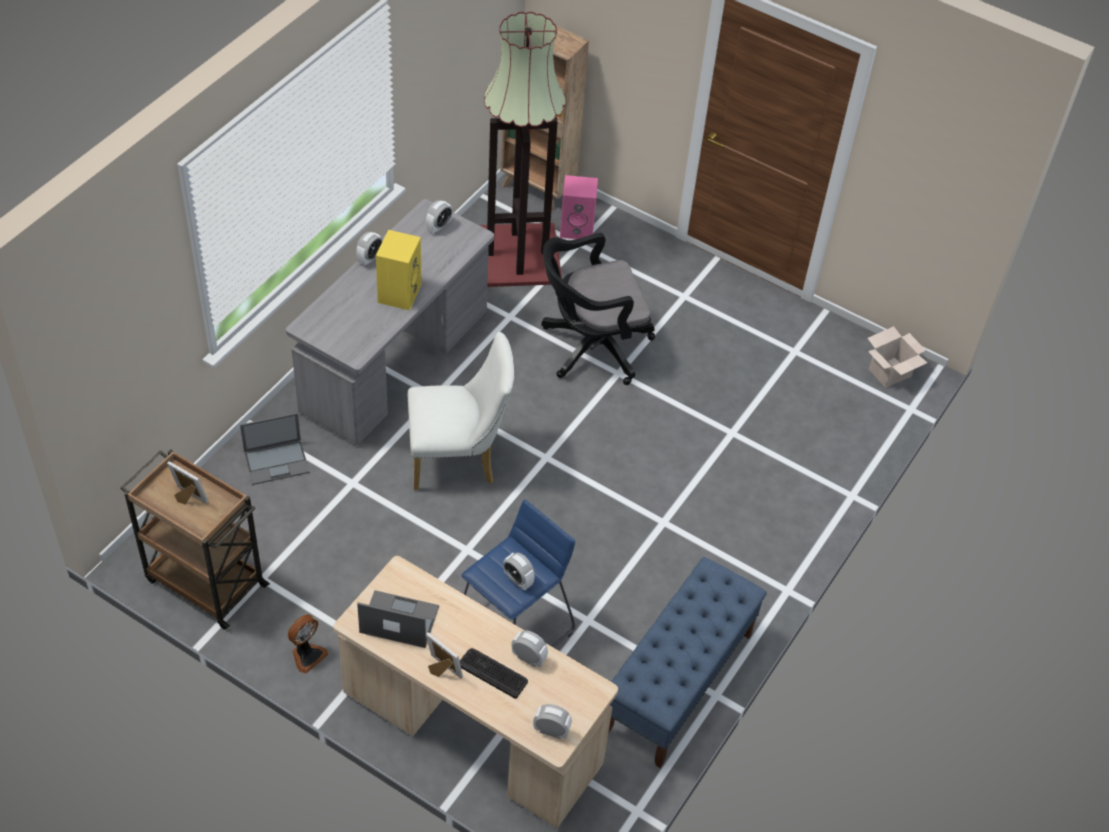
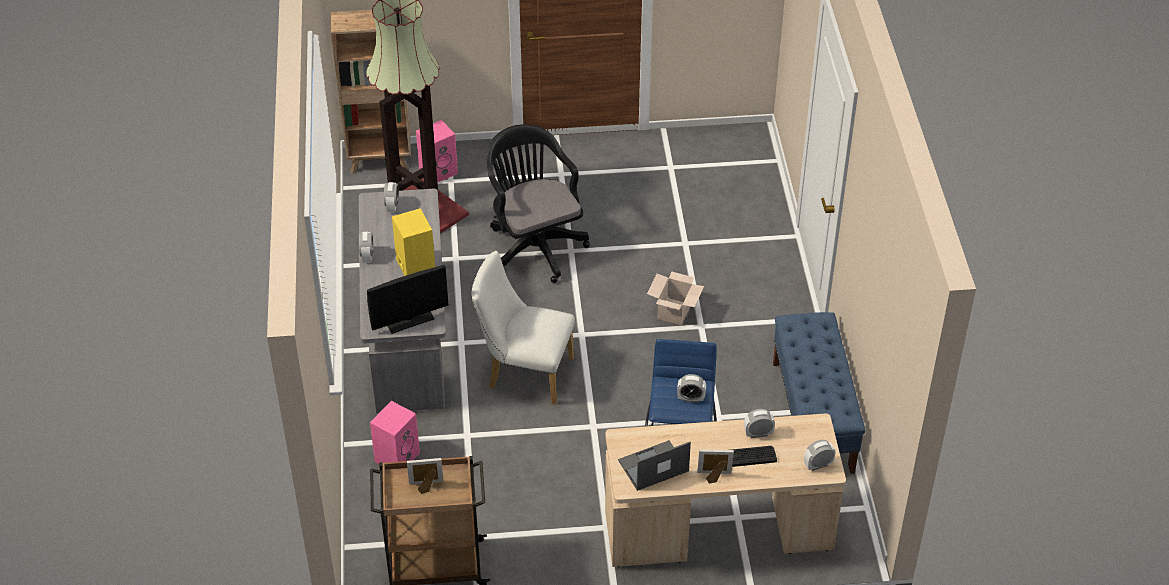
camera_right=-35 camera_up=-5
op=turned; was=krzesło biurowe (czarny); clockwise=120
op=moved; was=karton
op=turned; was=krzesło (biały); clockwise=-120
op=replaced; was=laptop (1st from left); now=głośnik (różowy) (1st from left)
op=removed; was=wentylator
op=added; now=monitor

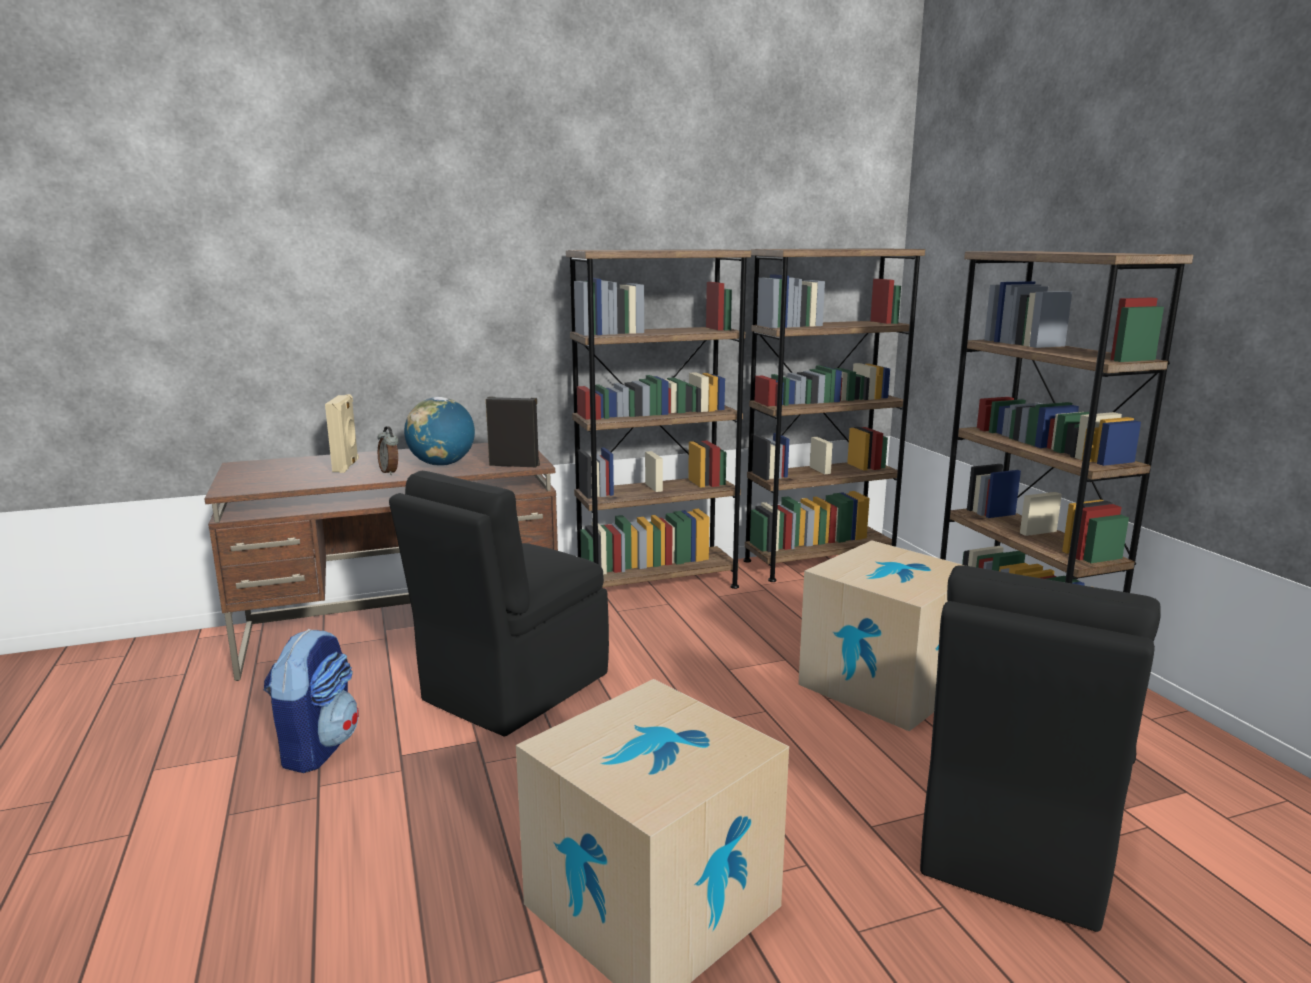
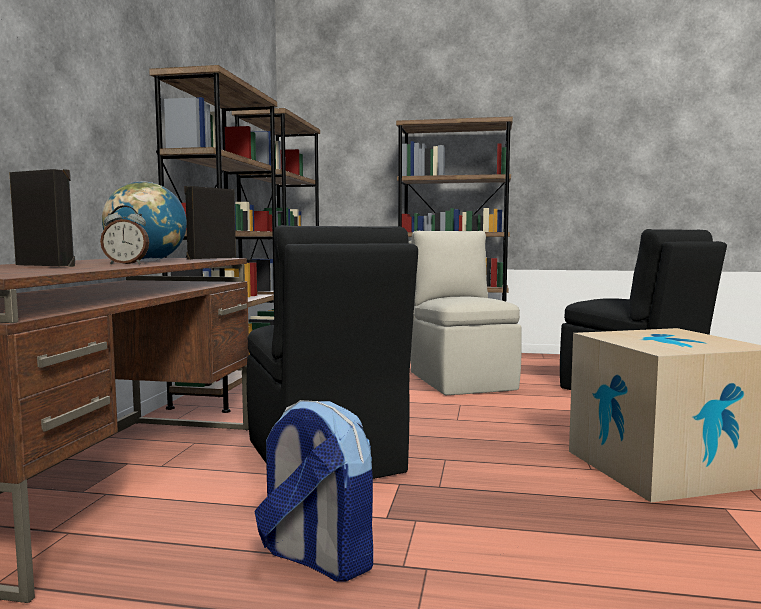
camera_right=-60 camera_up=-10
op=recoloured; was=głośnik (beżowy); now=głośnik (czarny) (1st from left)
op=replaced; was=karton (2nd from left); now=krzesło (beżowy)

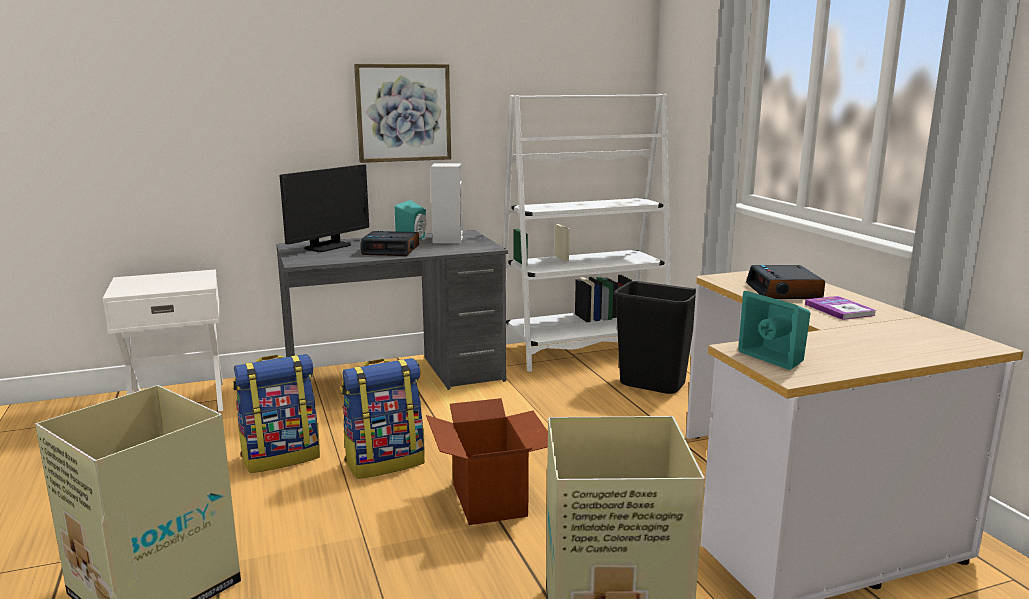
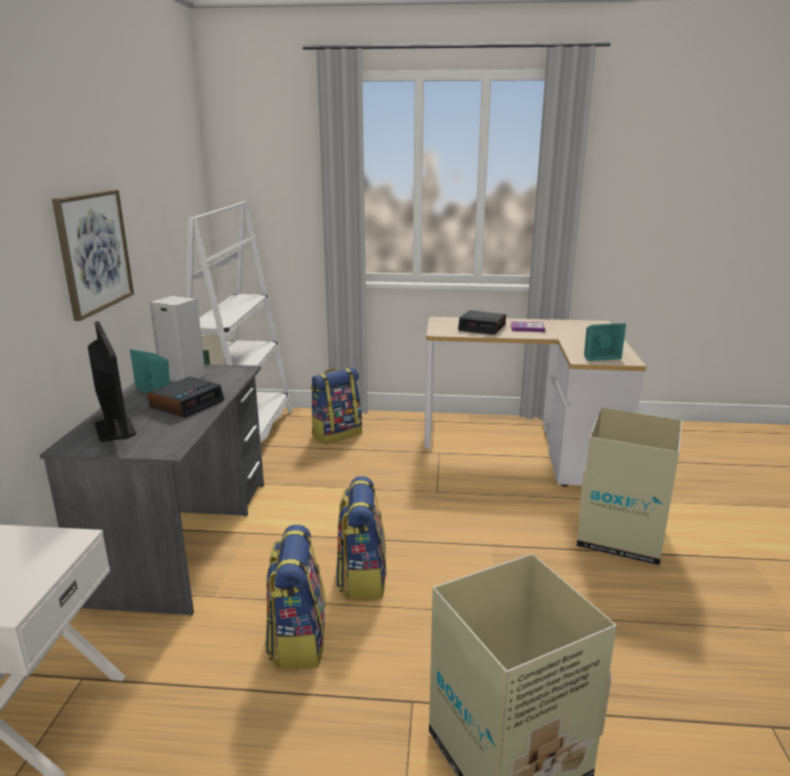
camera_right=-65 camera_up=5
op=replaced; was=kosz na śmieci (czarny); now=plecak (2nd from left)
op=removed; was=karton (2nd from left)

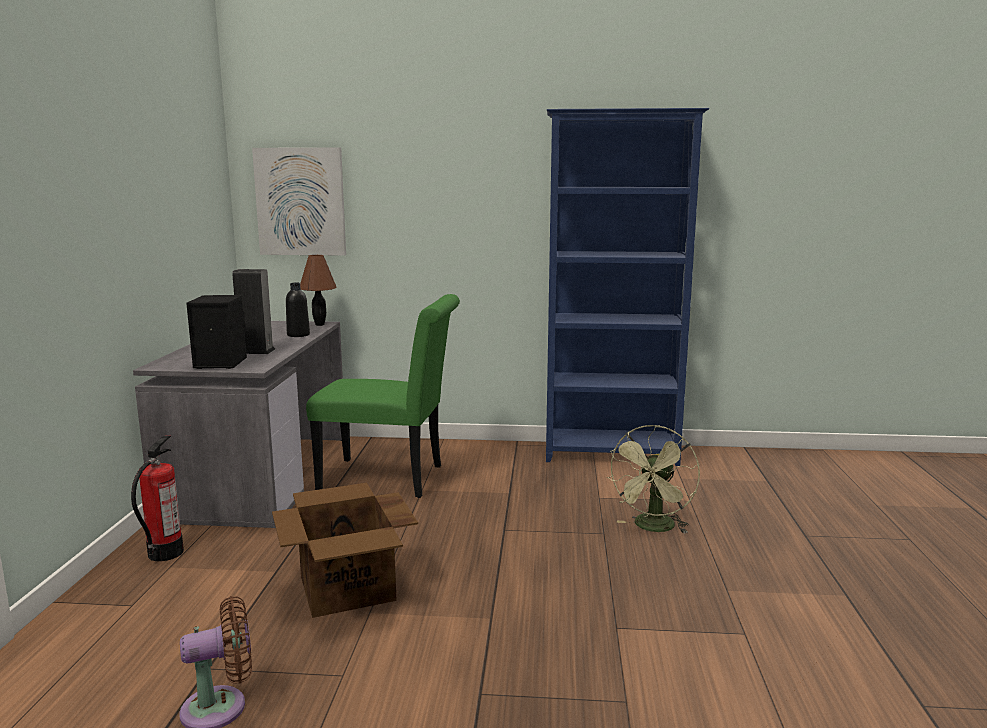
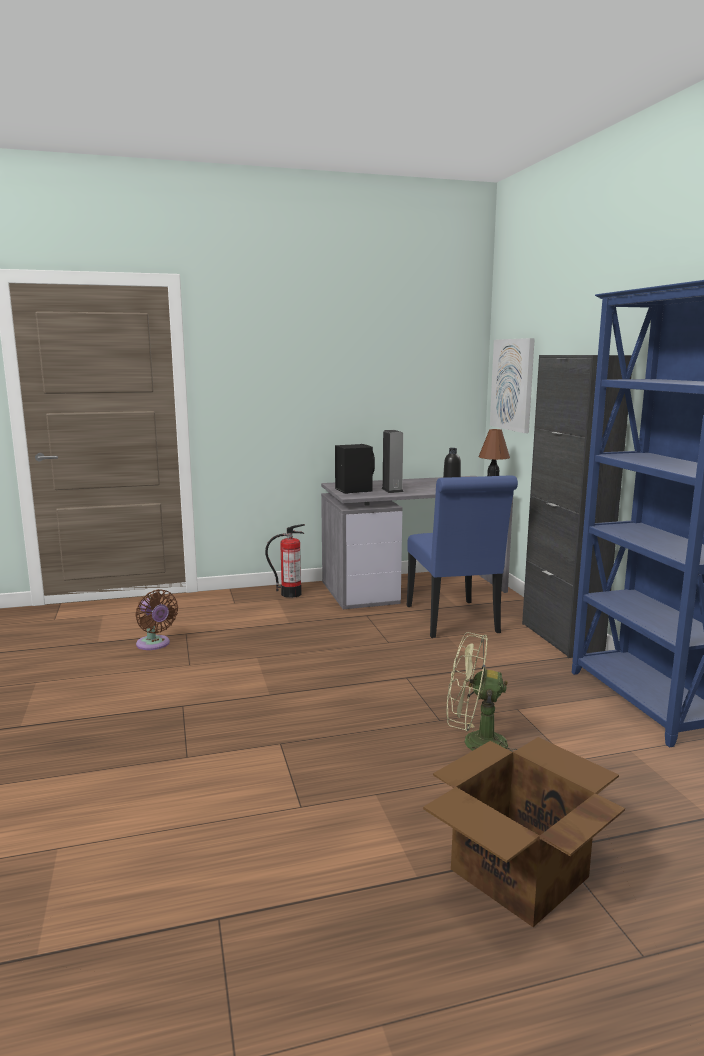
camera_right=70 camera_up=0
op=recoloured; was=krzesło (zielony); now=krzesło (niebieski)
op=moved; was=karton
op=added; now=szafka (czarny)

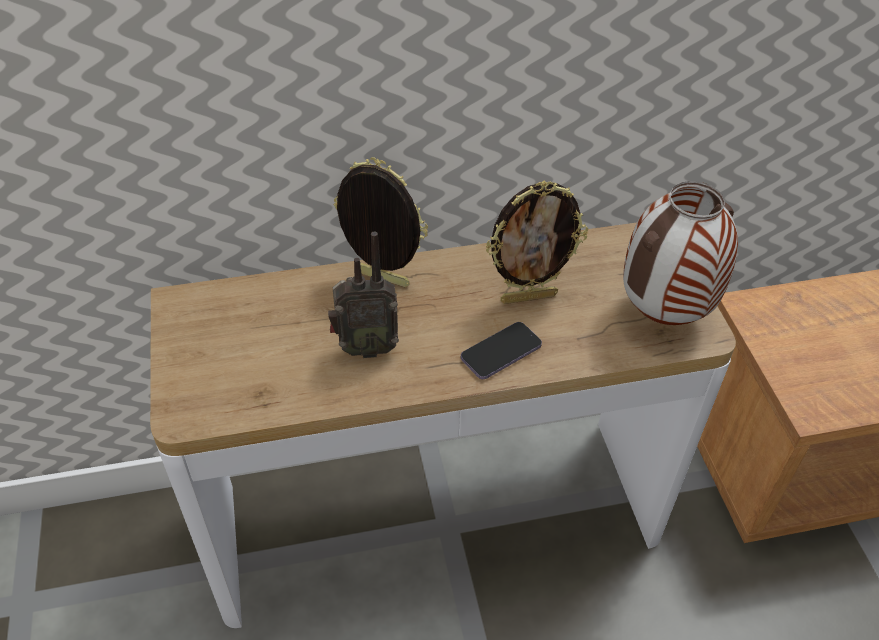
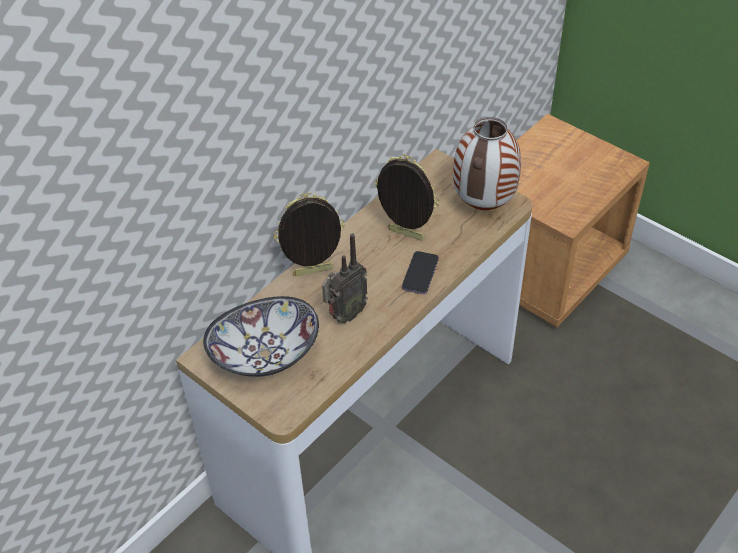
camera_right=-35 camera_up=0
op=turned; was=ramka na zdjęcie (2nd from left); clockwise=-105
op=added; now=miska

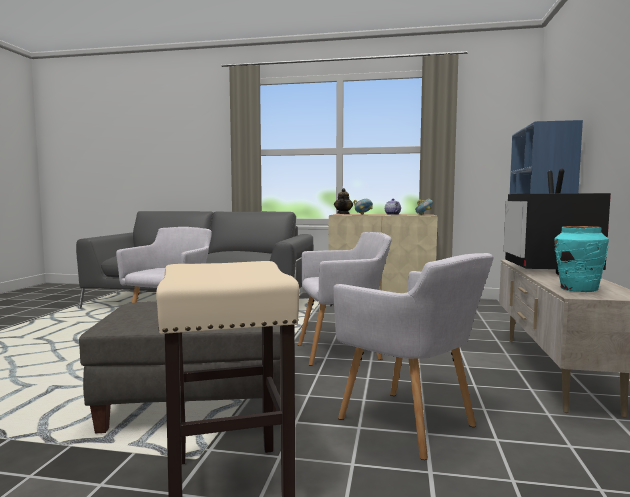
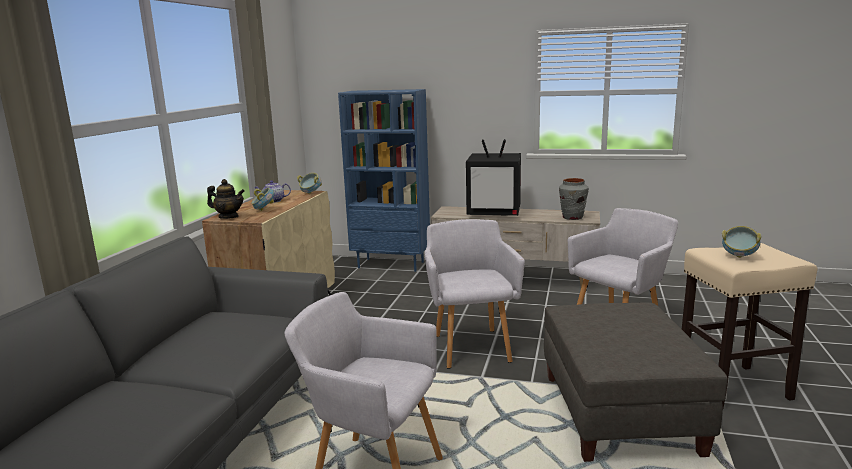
camera_right=-85 camera_up=10
op=recoloured; was=wazon (turkusowy); now=wazon (szary)
op=added; now=miska (3rd from left)

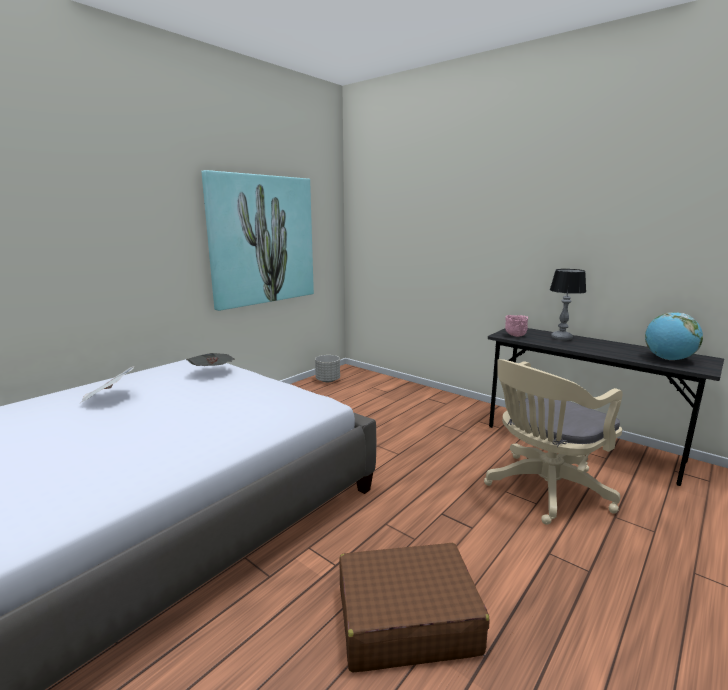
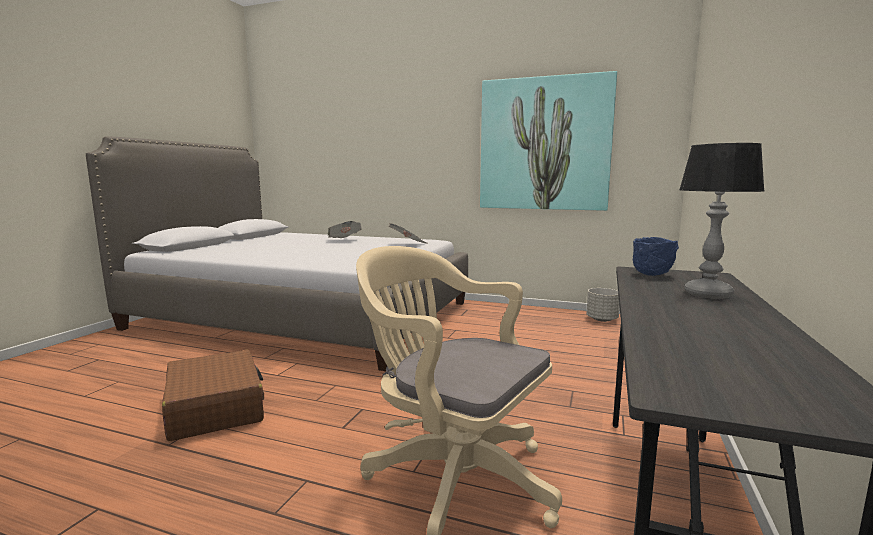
camera_right=70 camera_up=-5
op=removed; was=globus
op=recoloured; was=miska (różowy); now=miska (niebieski)

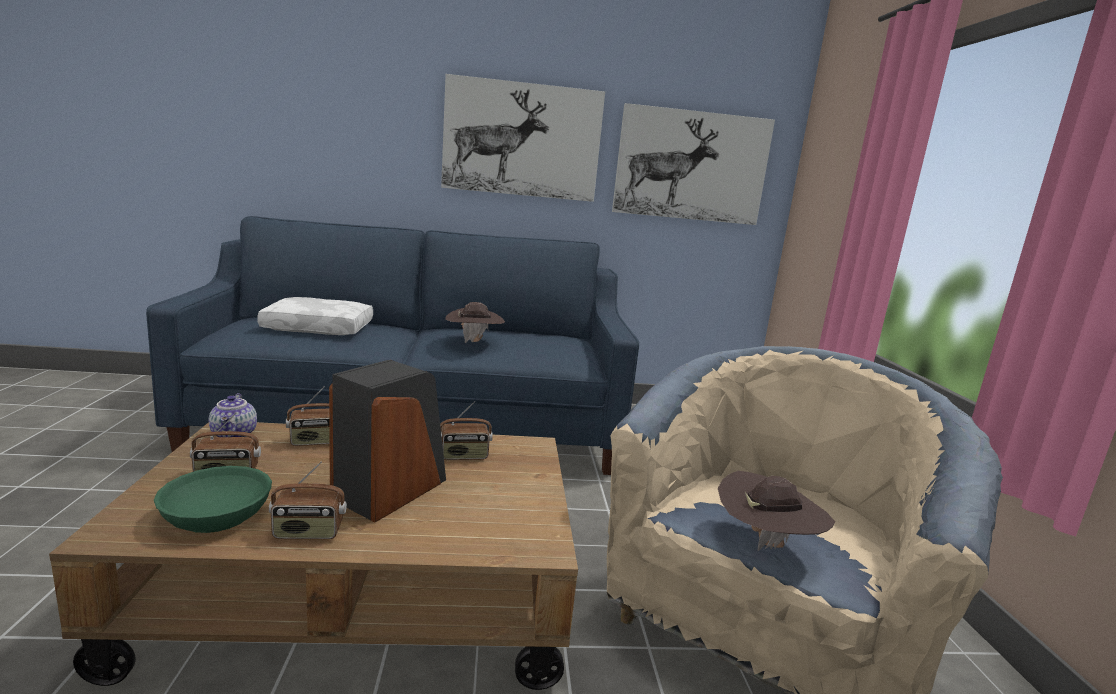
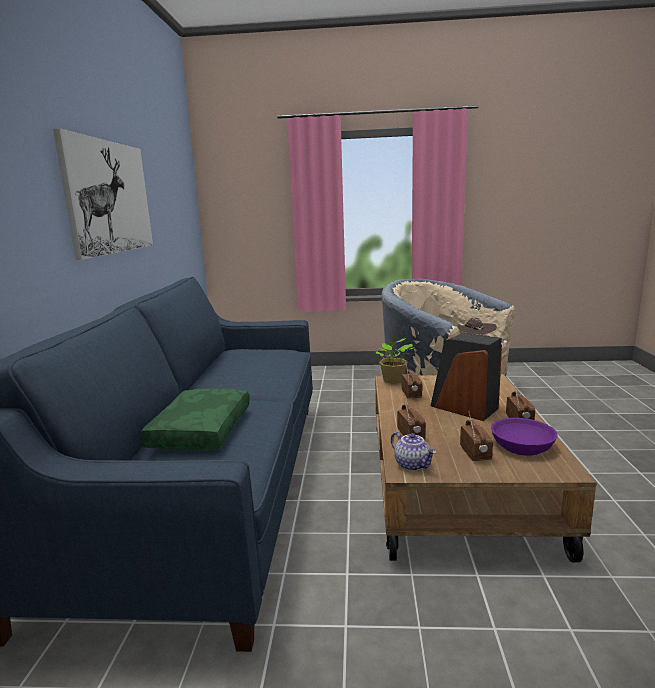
camera_right=-80 camera_up=0
op=removed; was=obraz (2nd from left)
op=recoloured; was=poduszka (biały); now=poduszka (zielony)
op=removed; was=kapelusz (brązowy) (1st from left)
op=turned; was=imbryk; clockwise=60
op=recoloured; was=miska (zielony); now=miska (fioletowy)
op=added; now=roślina doniczkowa

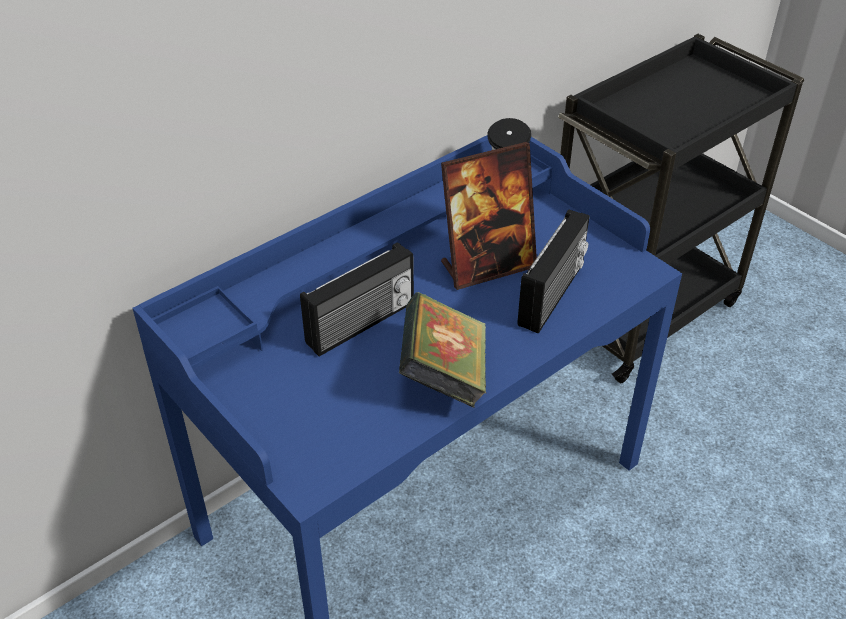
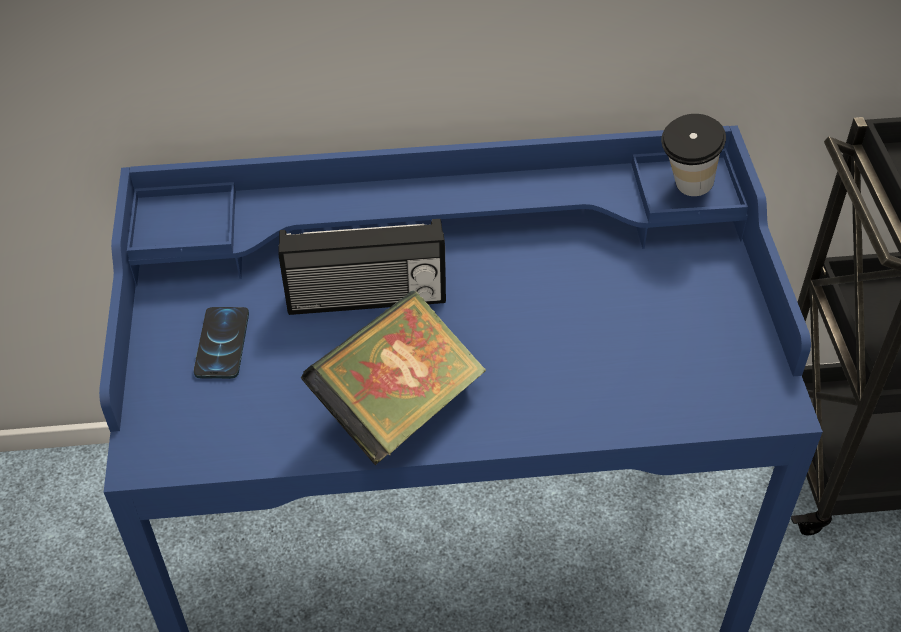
camera_right=35 camera_up=5
op=removed; was=ramka na zdjęcie
op=removed; was=radio (2nd from left)
op=added; now=telefon

